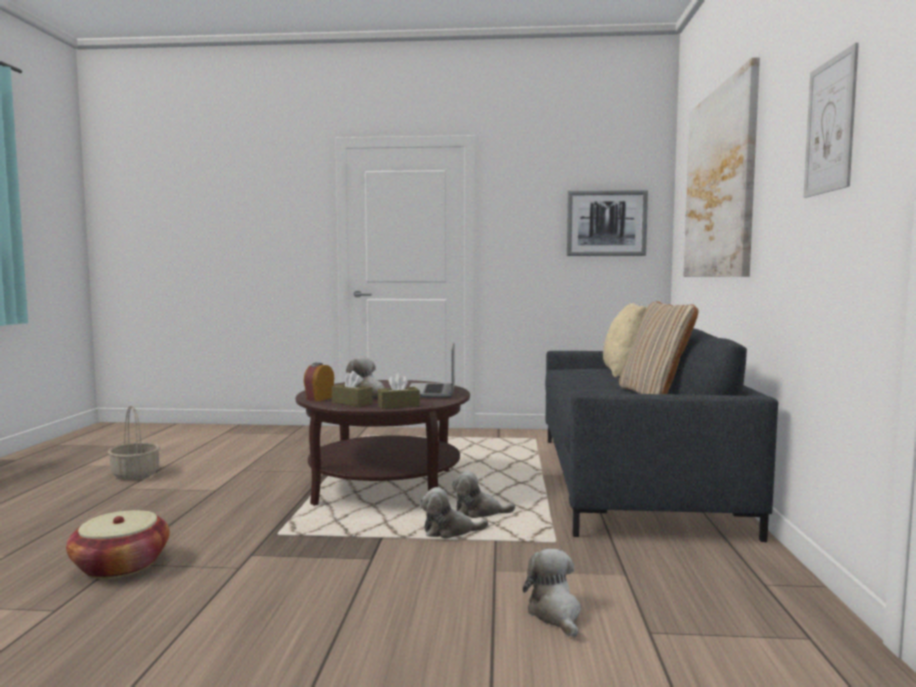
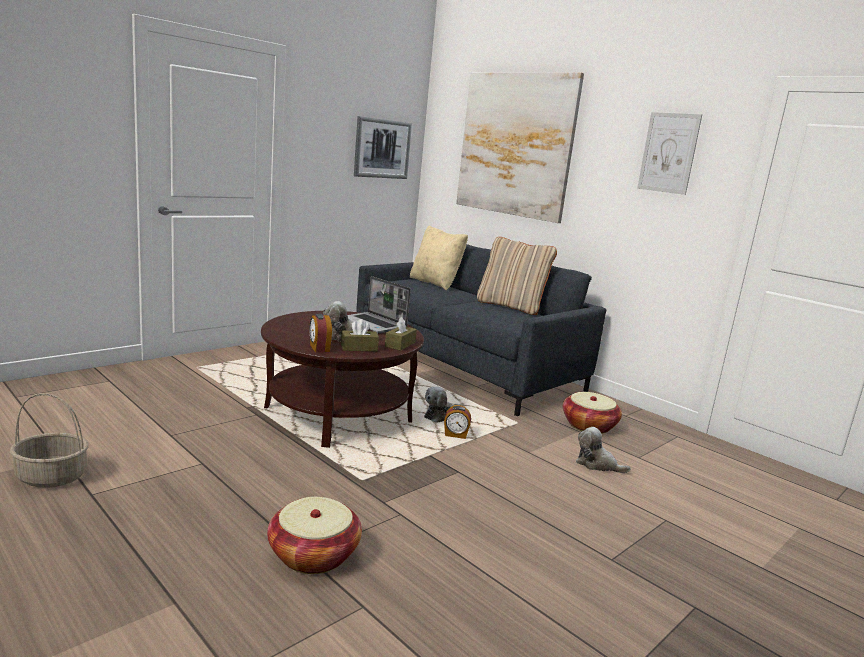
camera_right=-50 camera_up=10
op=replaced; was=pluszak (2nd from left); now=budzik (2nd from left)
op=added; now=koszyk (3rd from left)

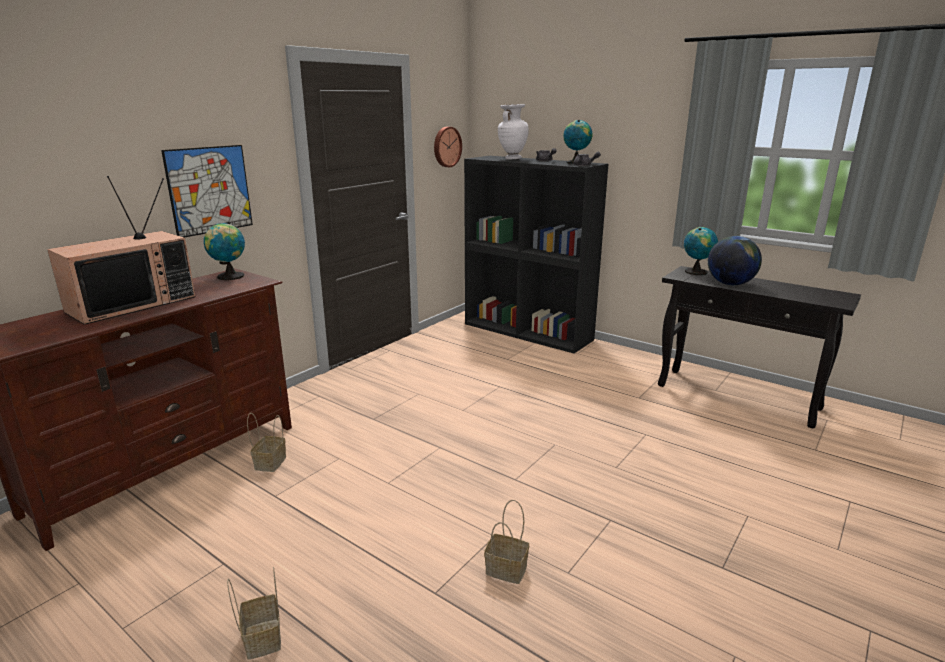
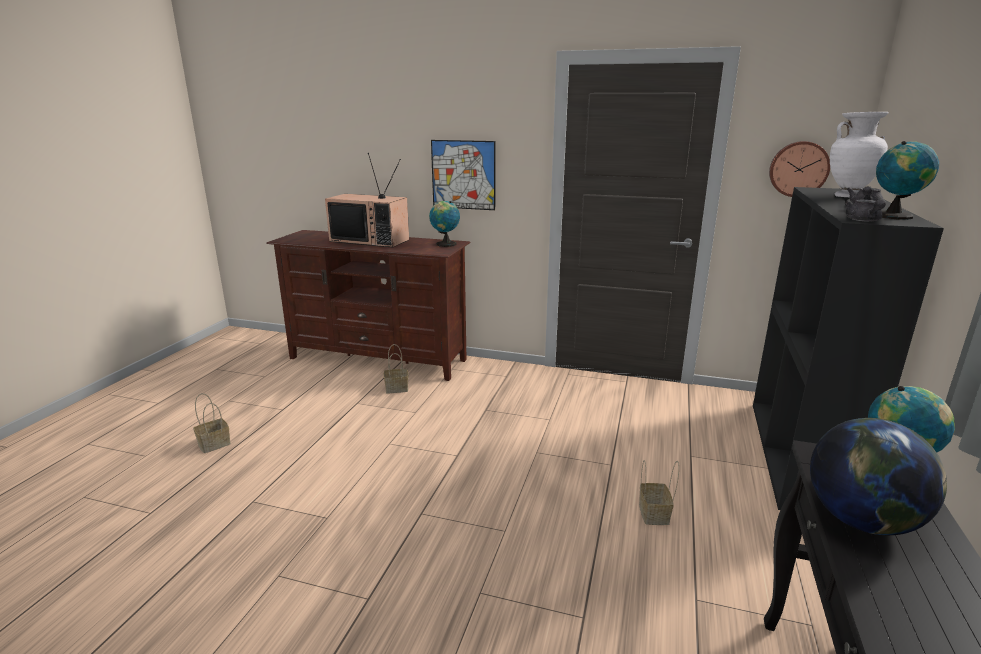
camera_right=70 camera_up=0
op=moved; was=koszyk (3rd from left)

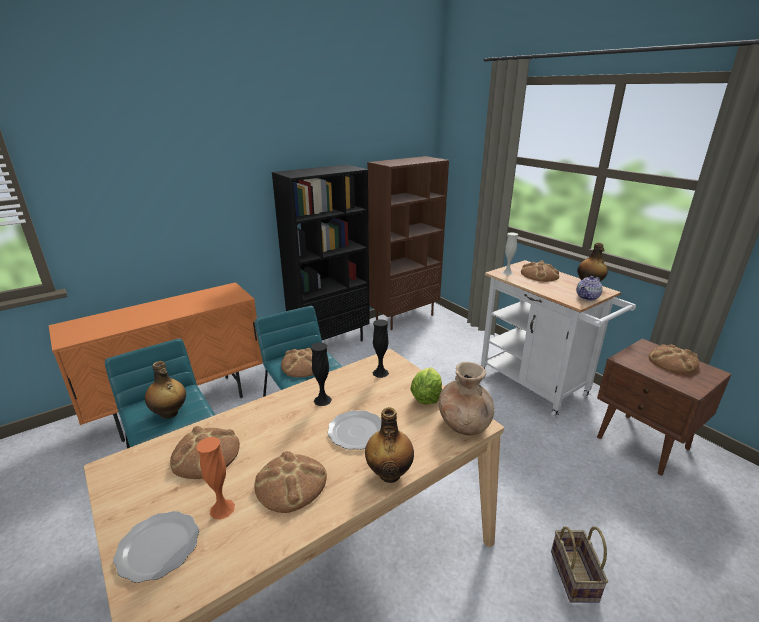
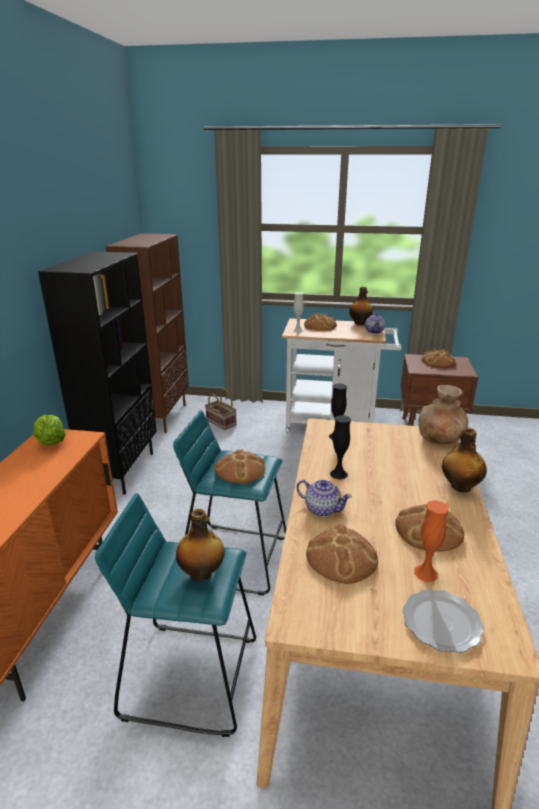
camera_right=-45 camera_up=0
op=moved; was=sałata
op=removed; was=talerz (2nd from left)
op=moved; was=koszyk
op=added; now=imbryk (1st from left)

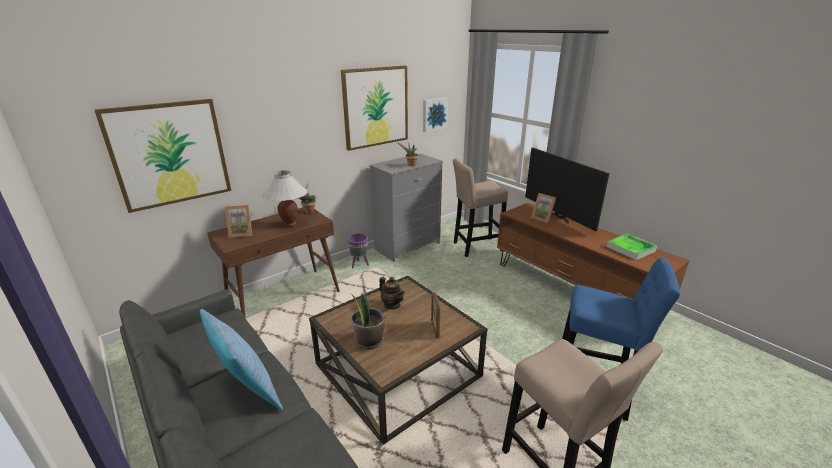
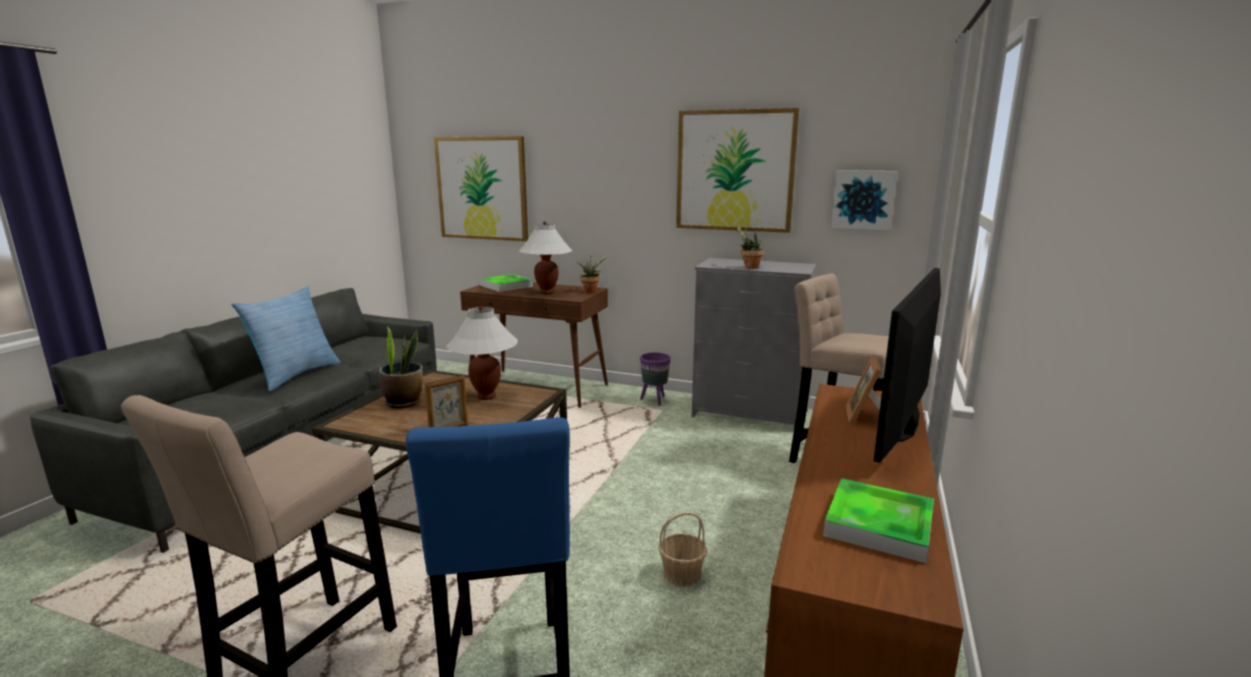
camera_right=60 camera_up=-10
op=replaced; was=ramka na zdjęcie (1st from left); now=taca (1st from left)
op=replaced; was=imbryk; now=lampa stołowa (biały) (1st from left)
op=added; now=koszyk

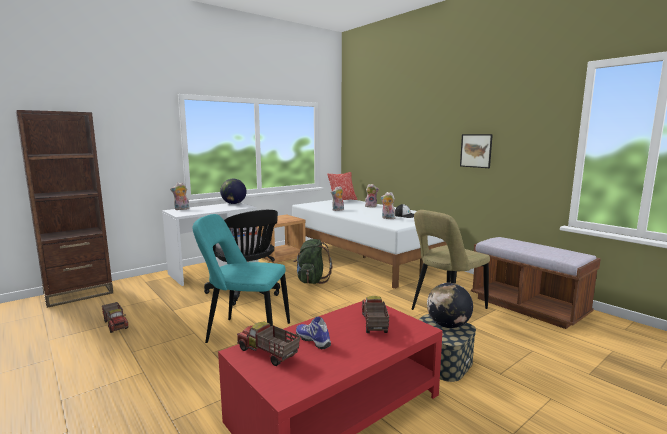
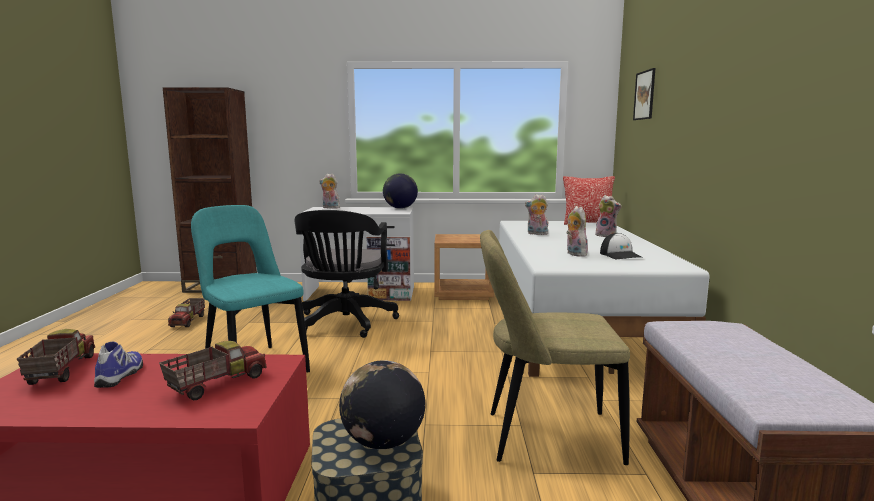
camera_right=40 camera_up=0
op=moved; was=obraz
op=removed; was=plecak (zielony)

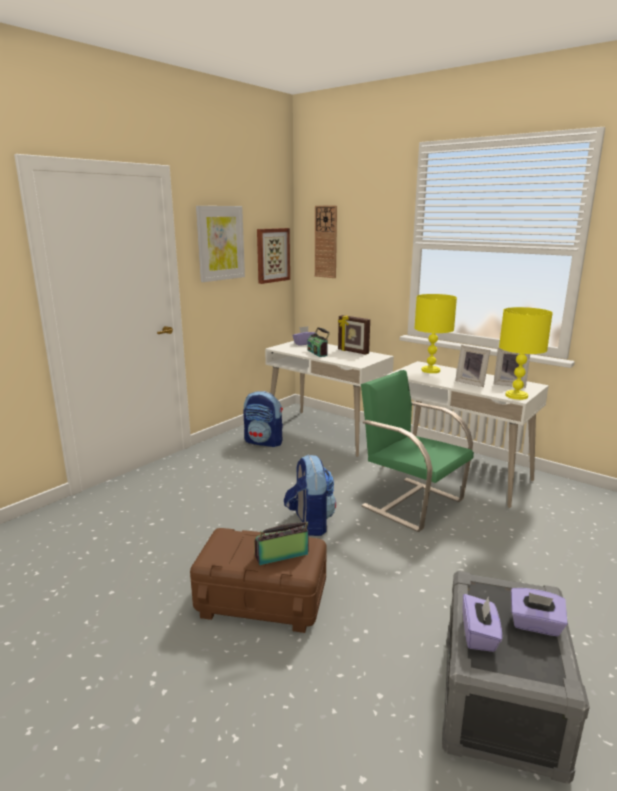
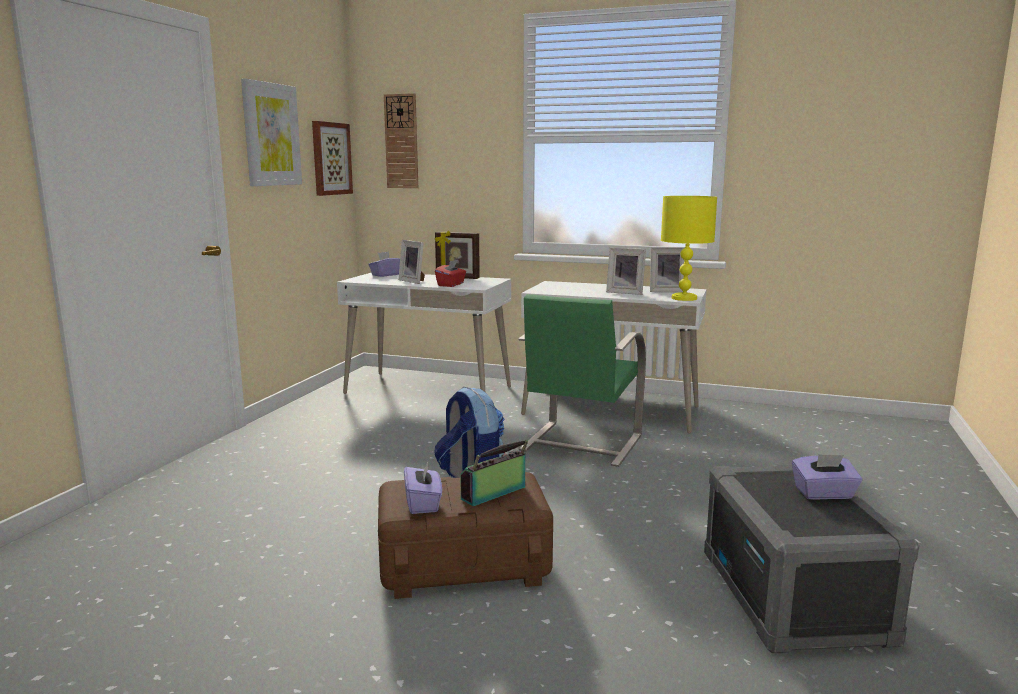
camera_right=-20 camera_up=-5
op=removed; was=lampa stołowa (żółty) (1st from left)
op=replaced; was=radio (2nd from left); now=ramka na zdjęcie (1st from left)
op=turned; was=krzesło (zielony); clockwise=-90
op=removed; was=plecak (1st from left)
op=moved; was=pudełko chusteczek (fioletowy) (2nd from left)
op=added; now=pudełko chusteczek (czerwony)

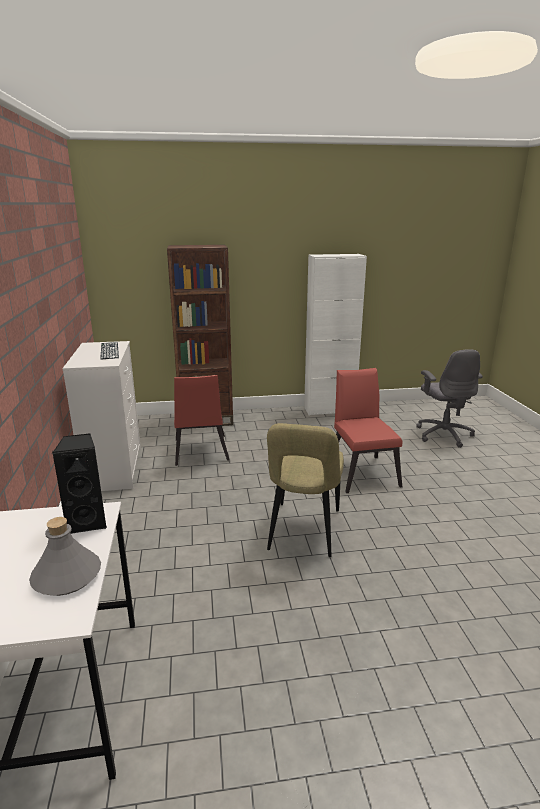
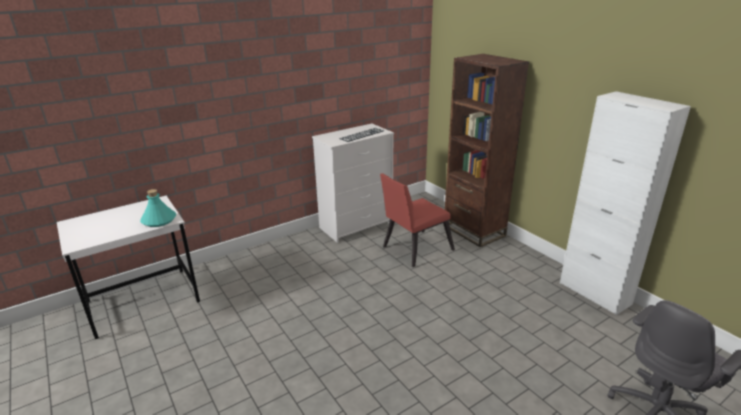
camera_right=65 camera_up=5
op=removed; was=krzesło (czerwony) (2nd from left)
op=removed; was=krzesło (beżowy)
op=replaced; was=głośnik (czarny); now=butelka (turkusowy)
op=removed; was=butelka (szary)

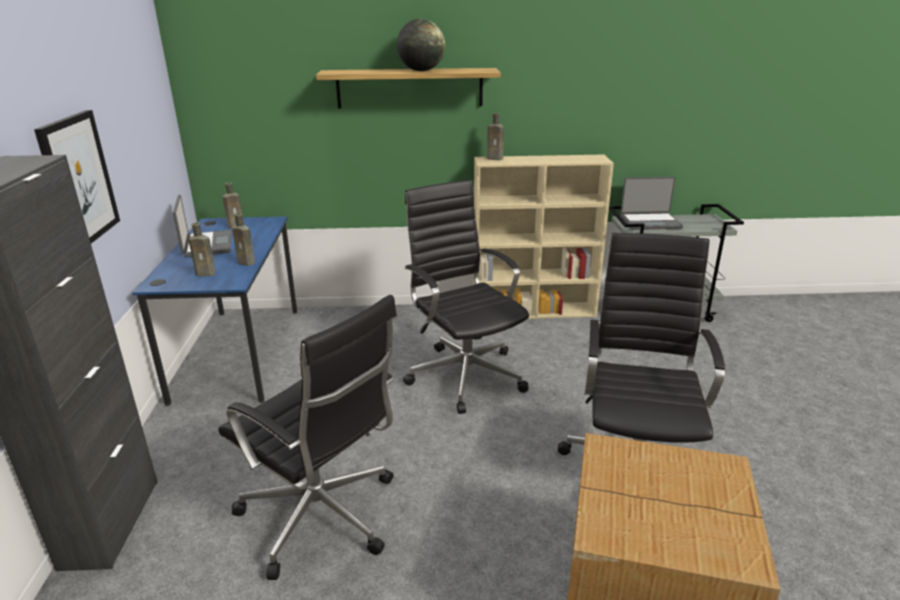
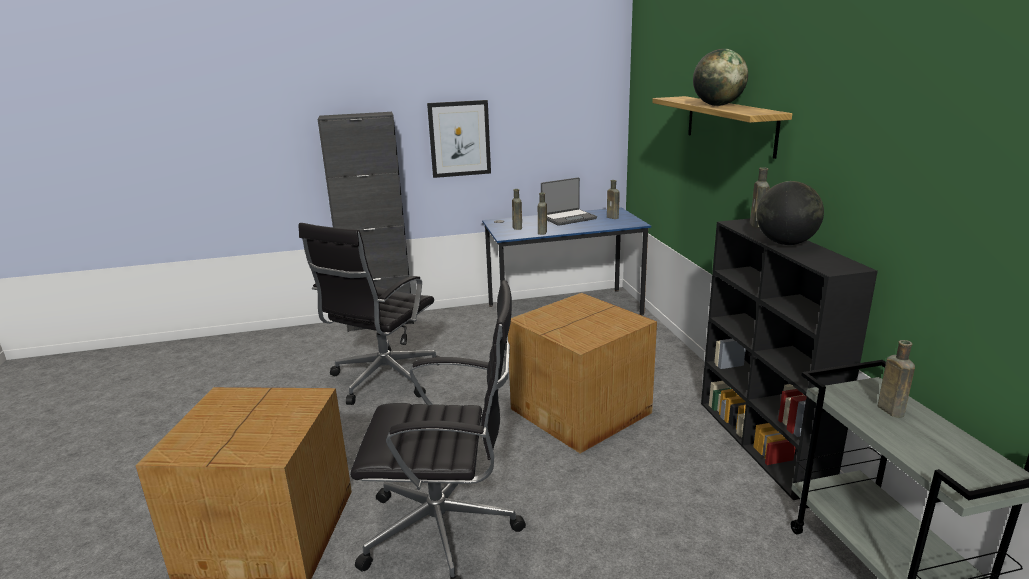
camera_right=80 camera_up=-5
op=recoloured; was=regał (beżowy); now=regał (czarny)
op=replaced; was=laptop (2nd from left); now=butelka (brązowy) (5th from left)
op=replaced; was=krzesło biurowe (czarny) (2nd from left); now=karton (2nd from left)
op=added; now=globus (2nd from left)

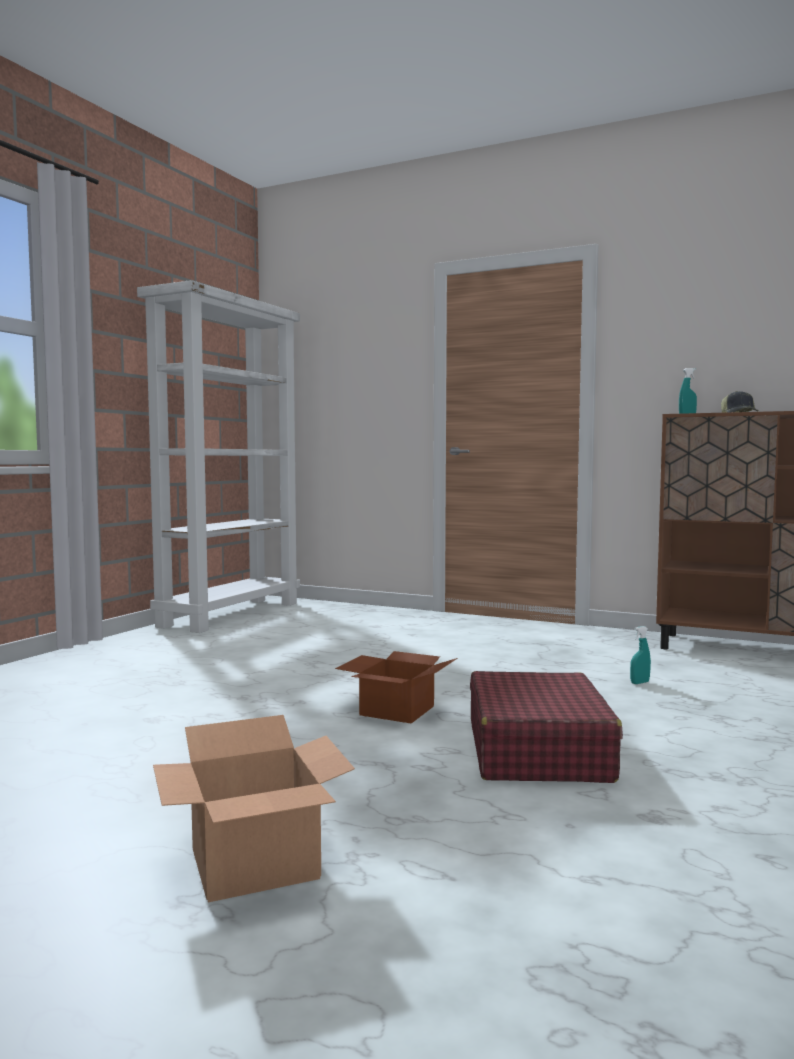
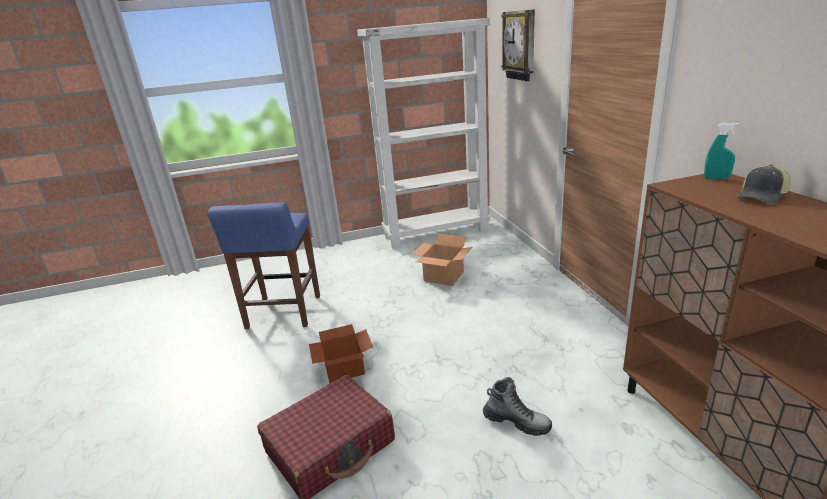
camera_right=50 camera_up=20
op=replaced; was=spryskiwacz (turkusowy) (1st from left); now=but z cholewką
op=moved; was=karton (1st from left in the first image); now=karton (2nd from left)
op=added; now=zegar ścienny
op=added; now=stołek (niebieski)

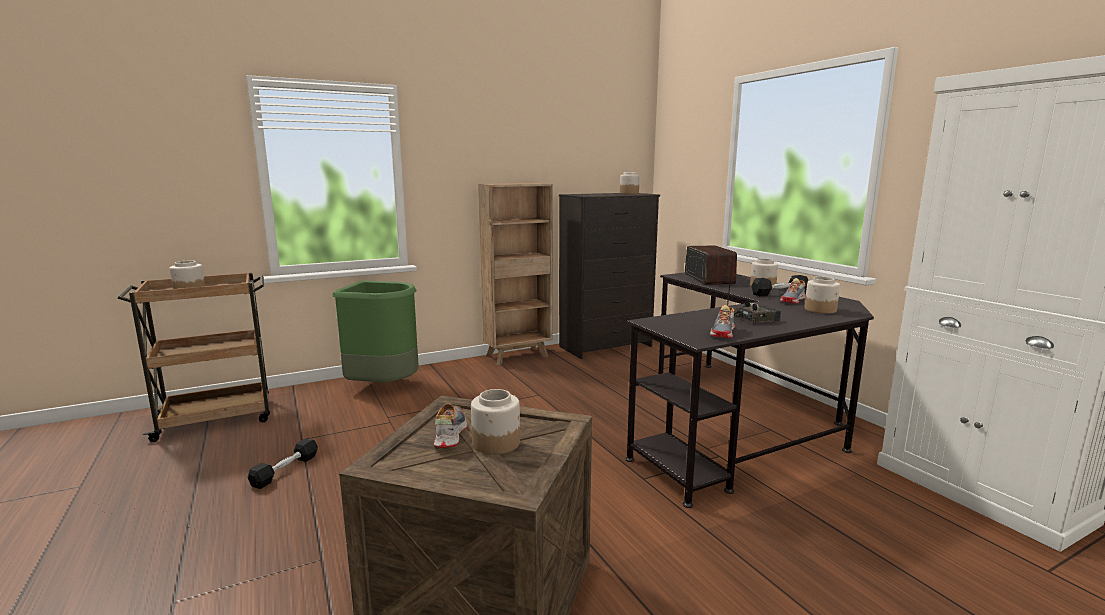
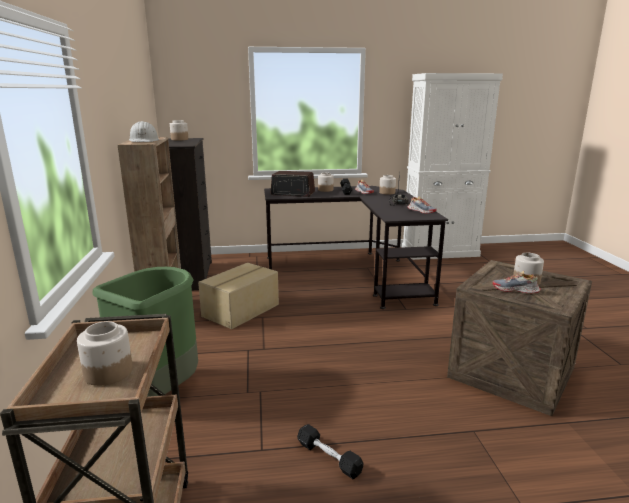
camera_right=-70 camera_up=5
op=added; now=kask (biały)
op=added; now=karton

